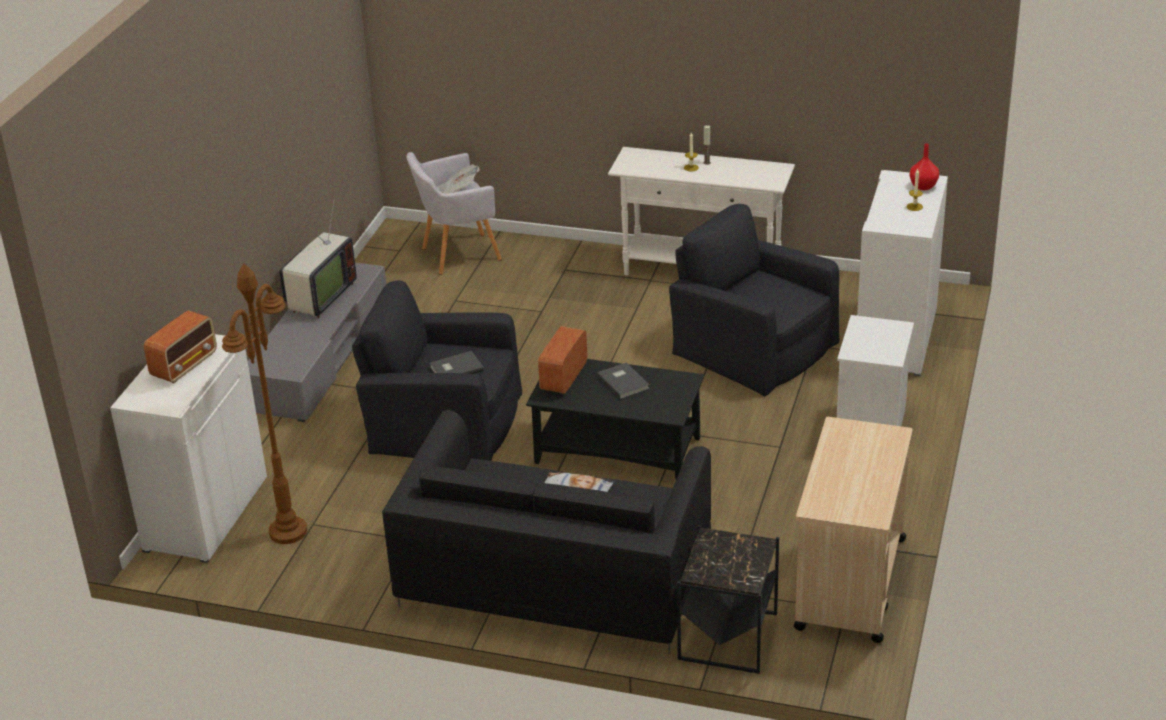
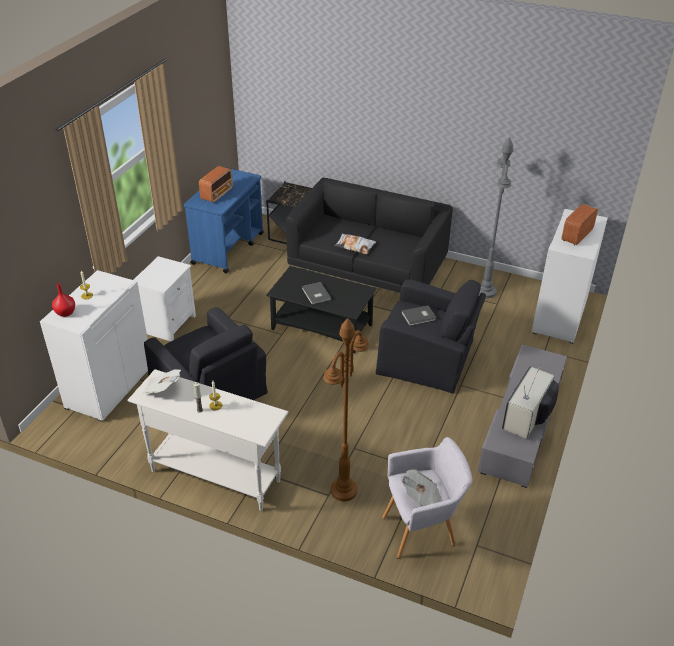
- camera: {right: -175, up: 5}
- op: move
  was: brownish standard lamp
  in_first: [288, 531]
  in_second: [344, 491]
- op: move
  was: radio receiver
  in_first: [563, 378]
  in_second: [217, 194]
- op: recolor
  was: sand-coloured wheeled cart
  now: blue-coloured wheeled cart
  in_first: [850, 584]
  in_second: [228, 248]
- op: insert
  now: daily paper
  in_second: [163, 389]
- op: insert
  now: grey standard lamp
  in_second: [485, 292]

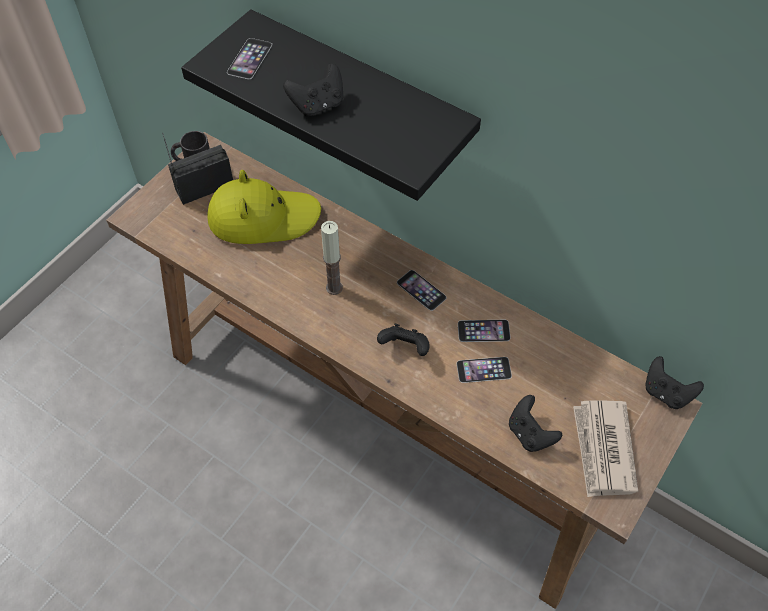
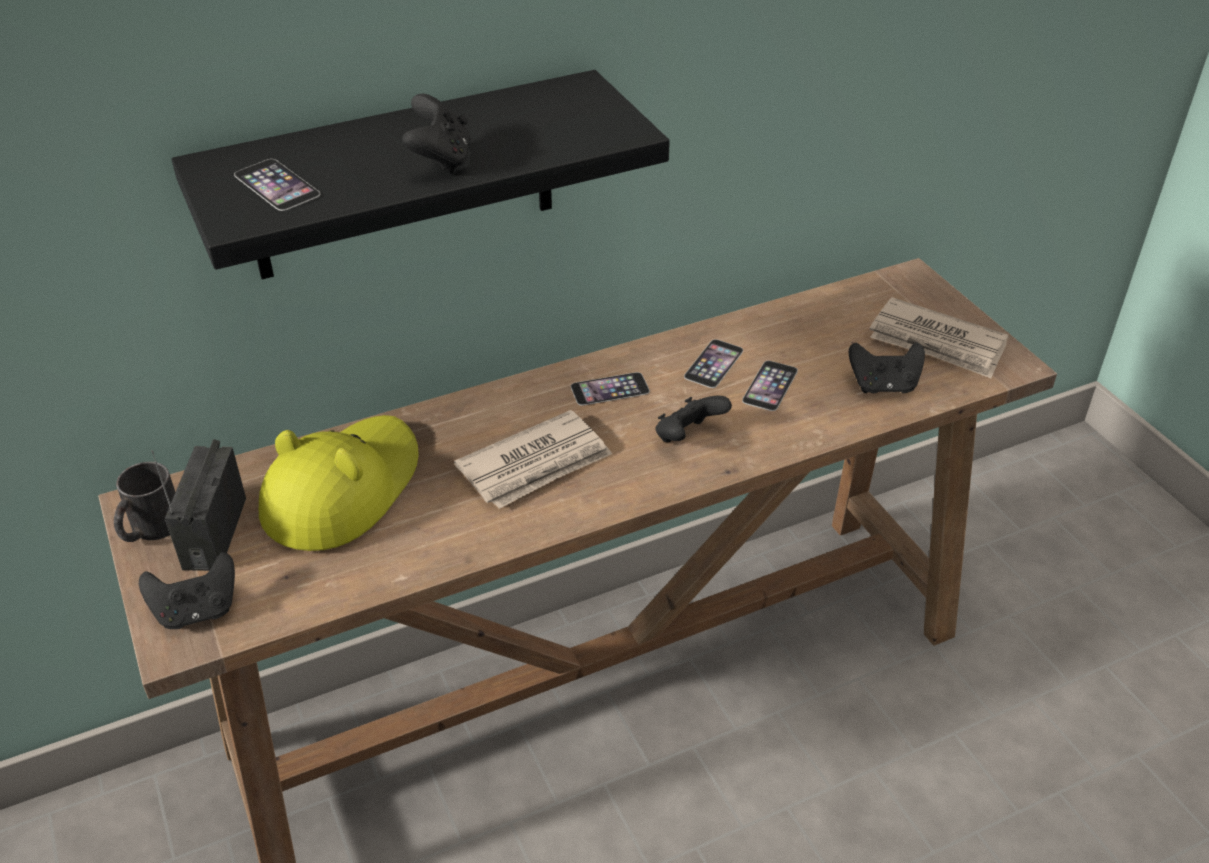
- camera: {right: -60, up: -15}
- op: replace
  was: wax candle
  now: daily paper
  in_first: [334, 287]
  in_second: [536, 464]
- op: move
  was: black gamepad
  in_first: [666, 393]
  in_second: [197, 611]

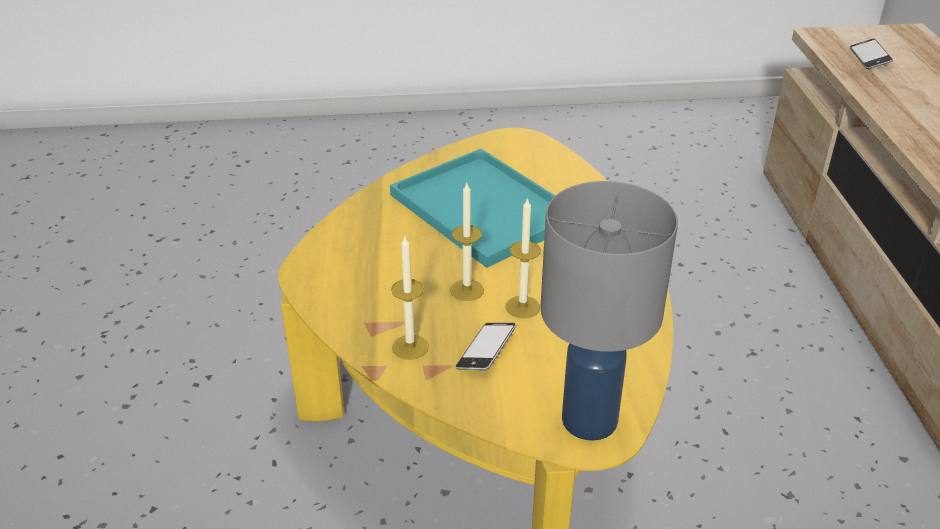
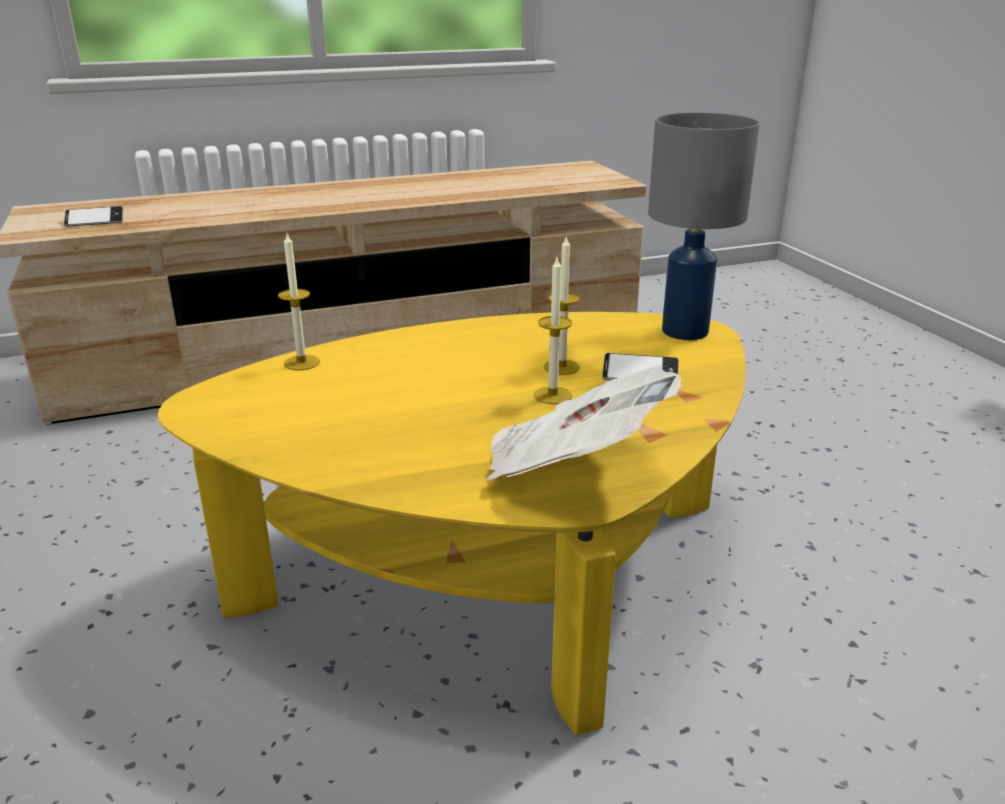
- camera: {right: -105, up: -10}
- op: delete
  was: turquoise carrying tray
  in_first: [480, 207]
- op: move
  was: wax candle
  in_first: [410, 347]
  in_second: [302, 362]
- op: insert
  now: daily paper
  in_second: [571, 466]

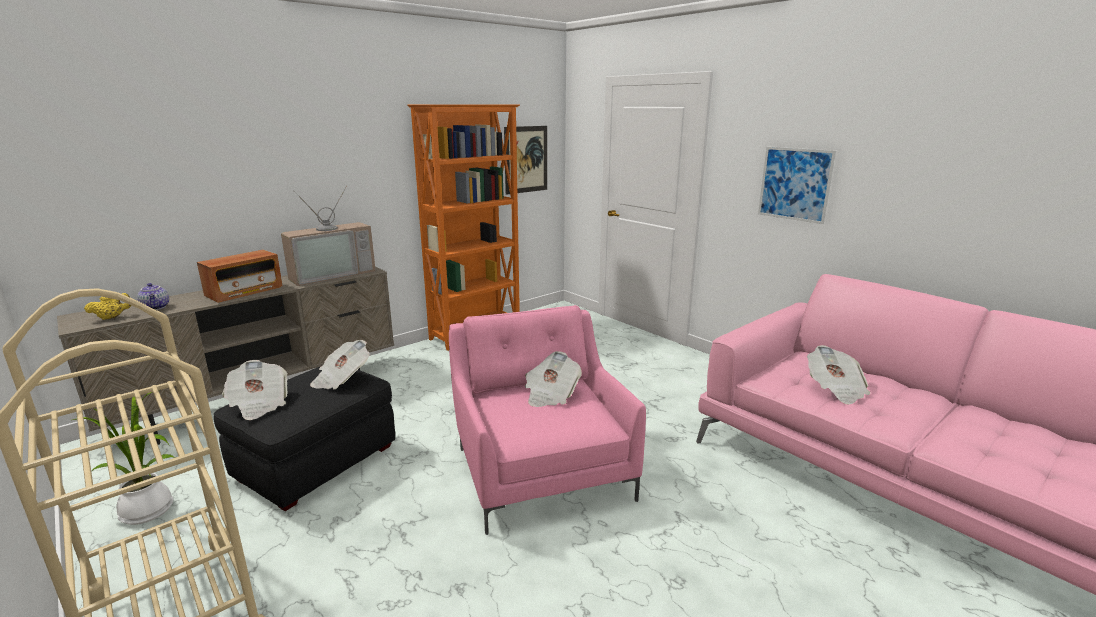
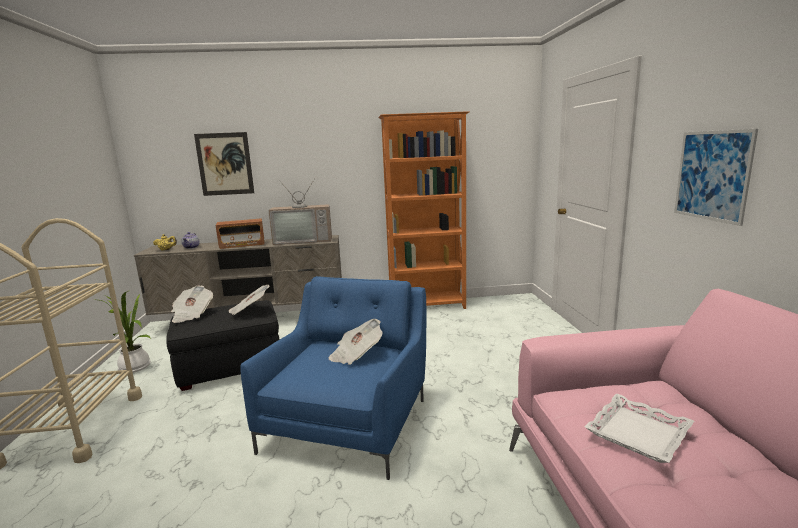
- camera: {right: 35, up: -5}
- op: recolor
  was: pink lounge chair
  now: blue-coloured lounge chair
  in_first: [541, 468]
  in_second: [349, 421]
- op: move
  was: wall picture
  in_first: [526, 159]
  in_second: [225, 164]
- op: replace
  was: daily paper
  now: white carrying tray
  in_first: [835, 389]
  in_second: [639, 433]

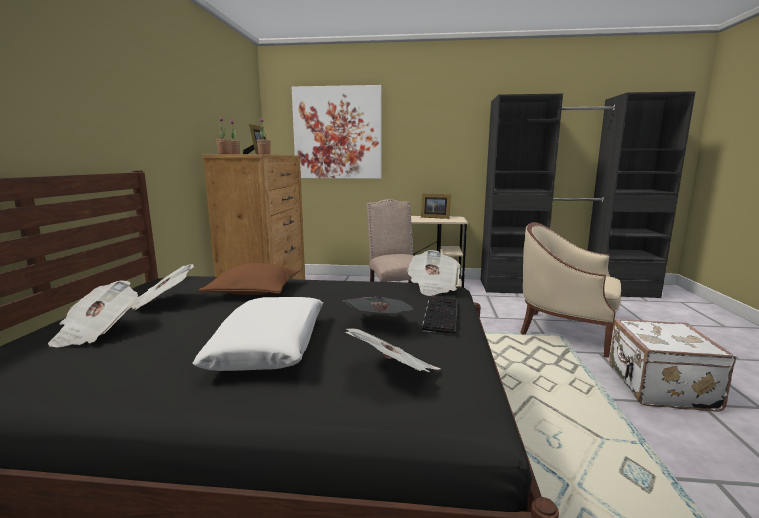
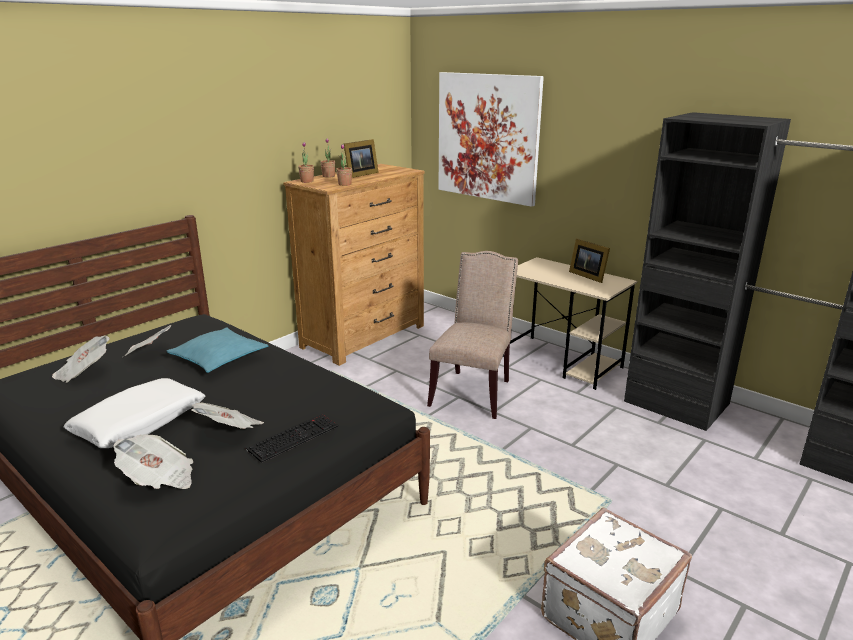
- camera: {right: 35, up: 10}
- op: recolor
  was: brownish throw pillow
  now: turquoise throw pillow
  in_first: [254, 291]
  in_second: [219, 358]
- op: delete
  was: daily paper
  in_first: [433, 287]
- op: delete
  was: sand-coloured lounge chair
  in_first: [566, 330]

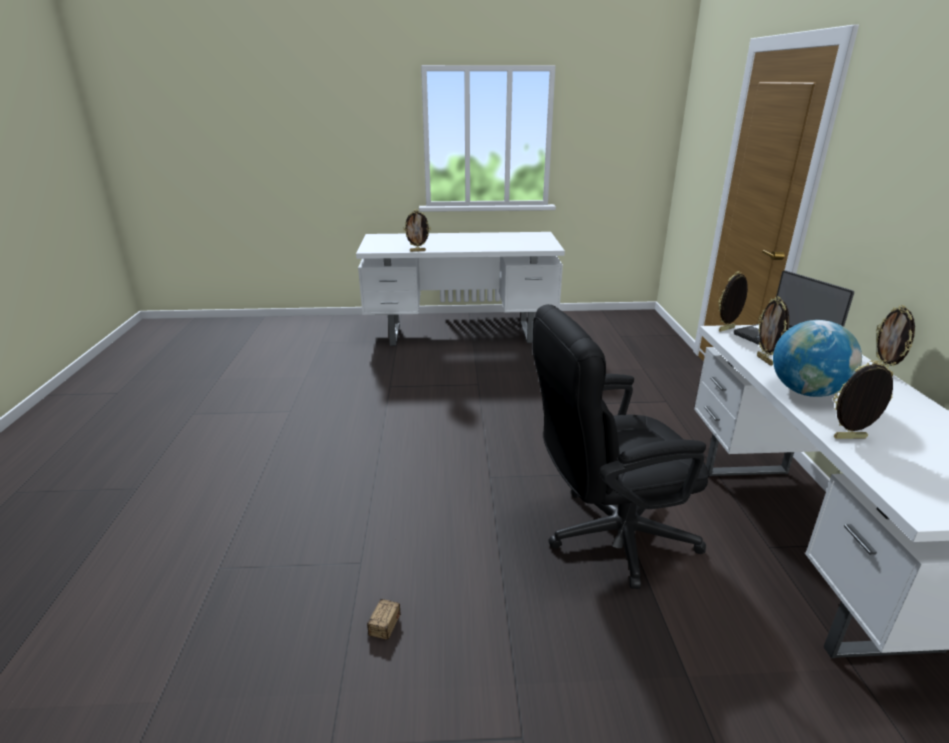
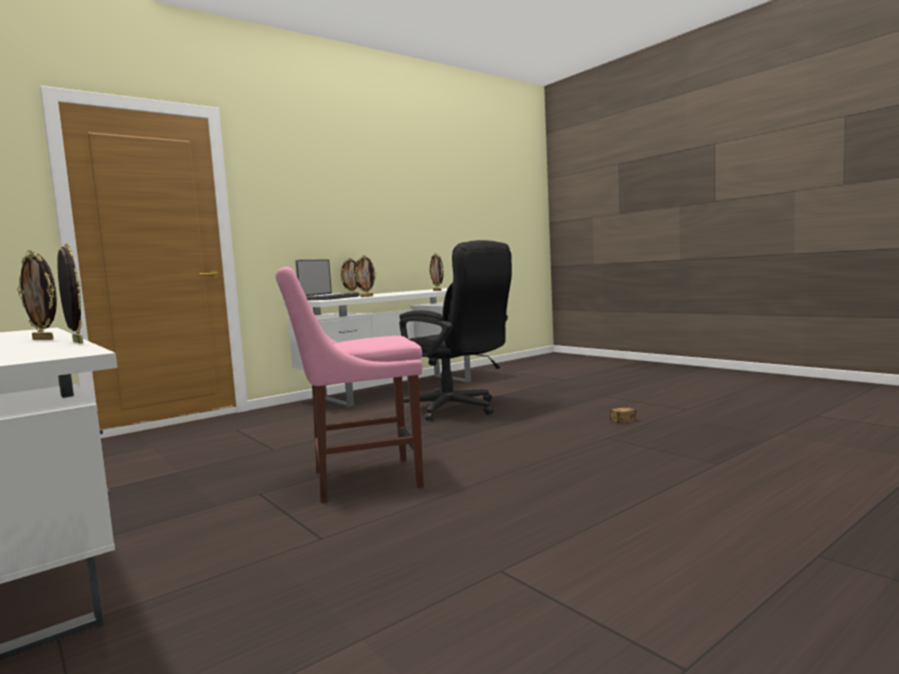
- camera: {right: -125, up: -20}
- op: move
  was: photo frame
  in_first: [727, 329]
  in_second: [44, 339]
- op: delete
  was: desk globe
  in_first: [806, 392]
- op: insert
  now: pink upright chair
  in_second: [359, 479]

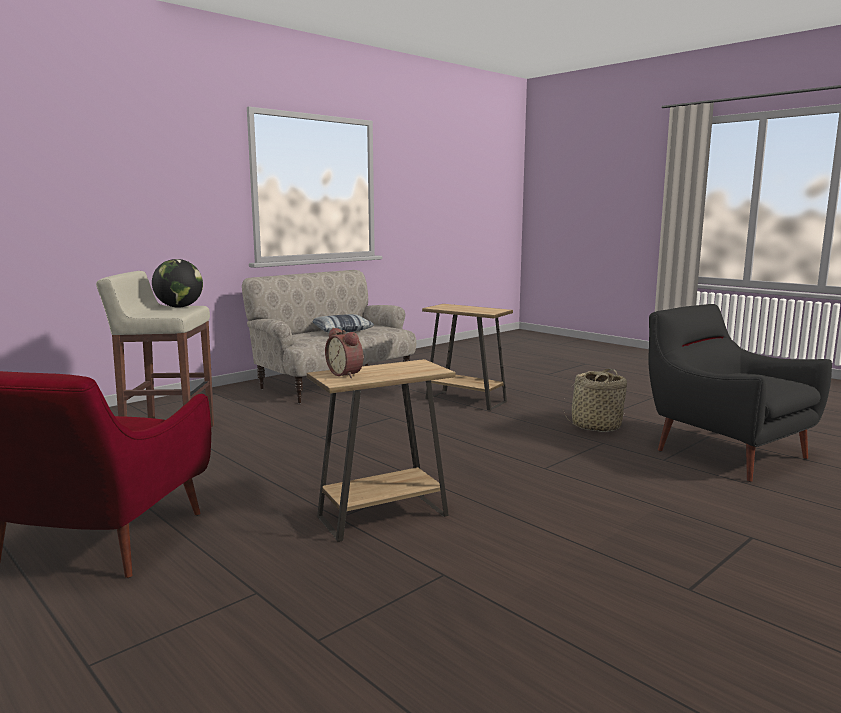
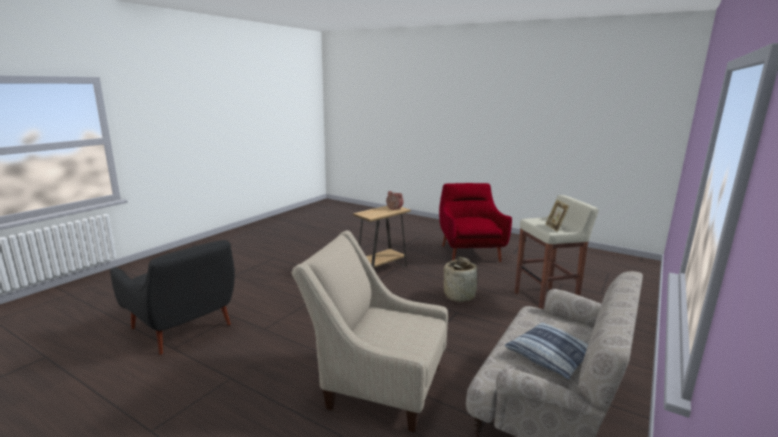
- camera: {right: 165, up: 5}
- op: replace
  was: desk globe
  now: photo frame
  in_first: [179, 307]
  in_second: [555, 228]
- op: replace
  was: brownish side table
  now: sand-coloured lounge chair
  in_first: [465, 400]
  in_second: [376, 384]
- op: move
  was: storage basket
  in_first: [595, 426]
  in_second: [459, 296]

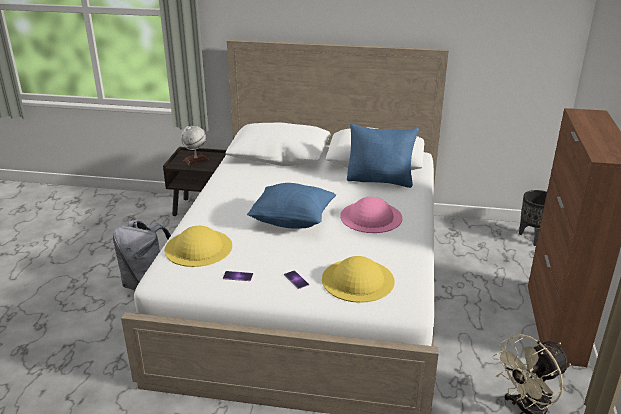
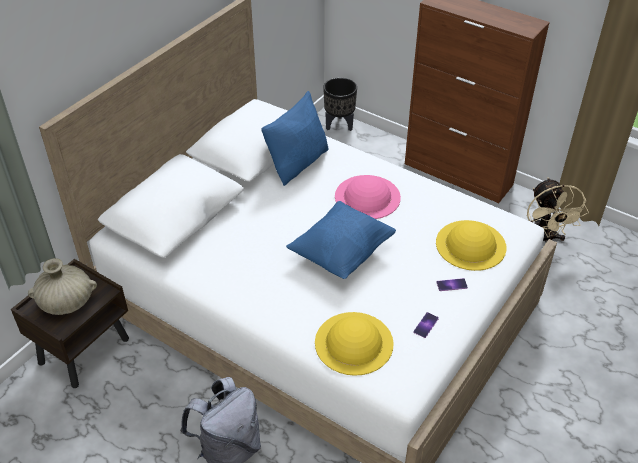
- camera: {right: -65, up: 15}
- op: replace
  was: desk globe
  now: sand-coloured flower vase
  in_first: [196, 160]
  in_second: [66, 302]

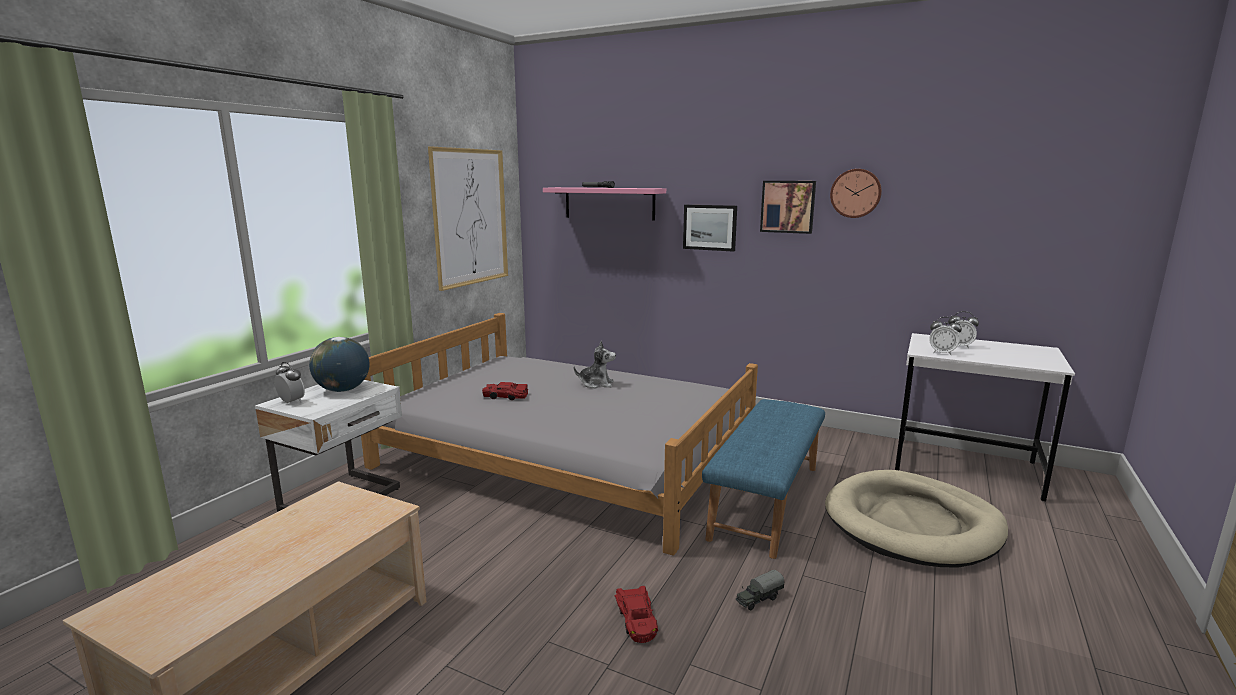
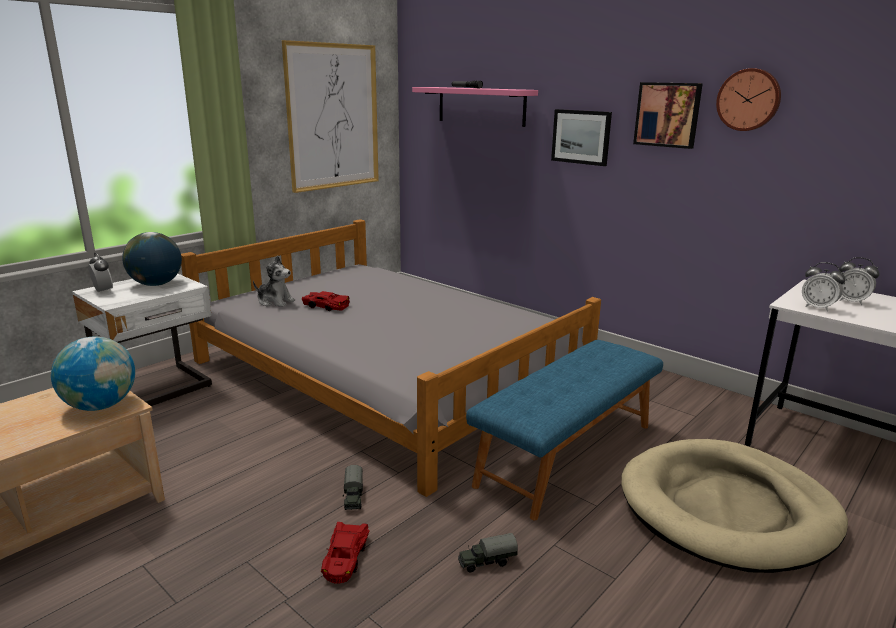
- camera: {right: 15, up: 5}
- op: move
  was: plush toy
  in_first: [596, 384]
  in_second: [275, 302]
- op: insert
  now: desk globe
  in_second: [101, 406]
- op: insert
  now: model truck
  in_second: [353, 498]

